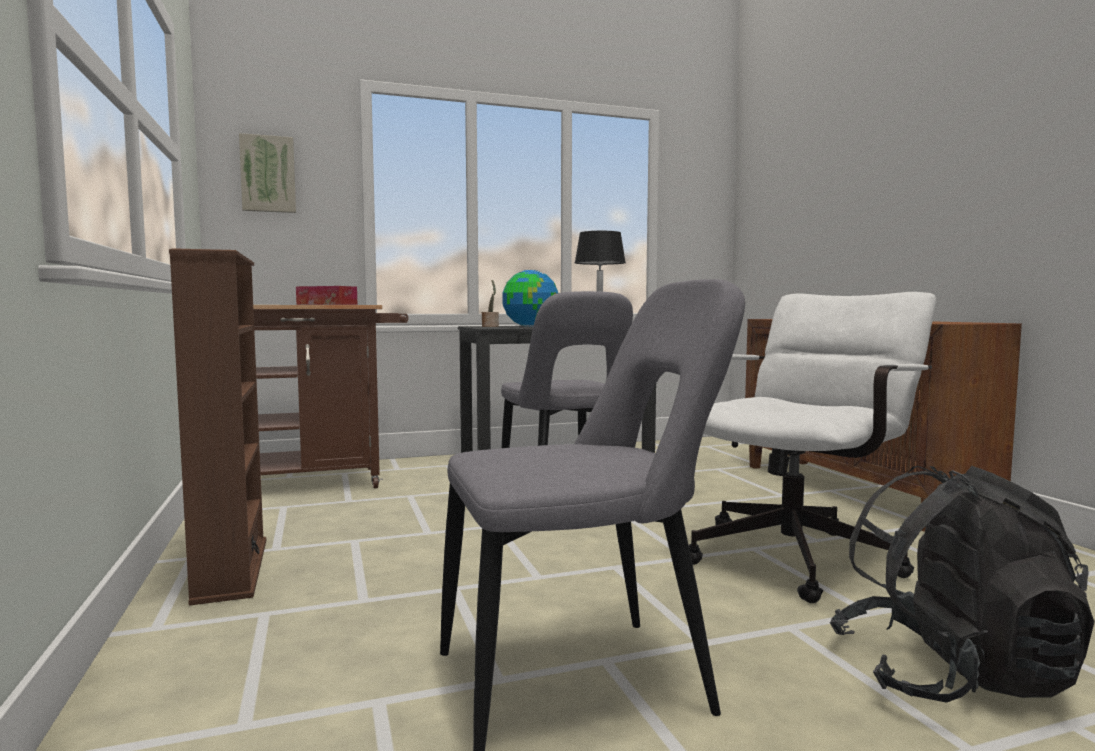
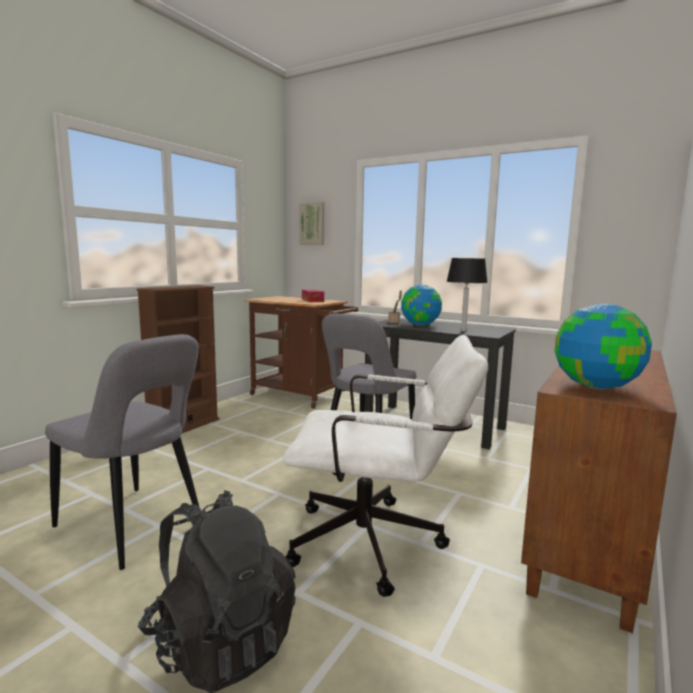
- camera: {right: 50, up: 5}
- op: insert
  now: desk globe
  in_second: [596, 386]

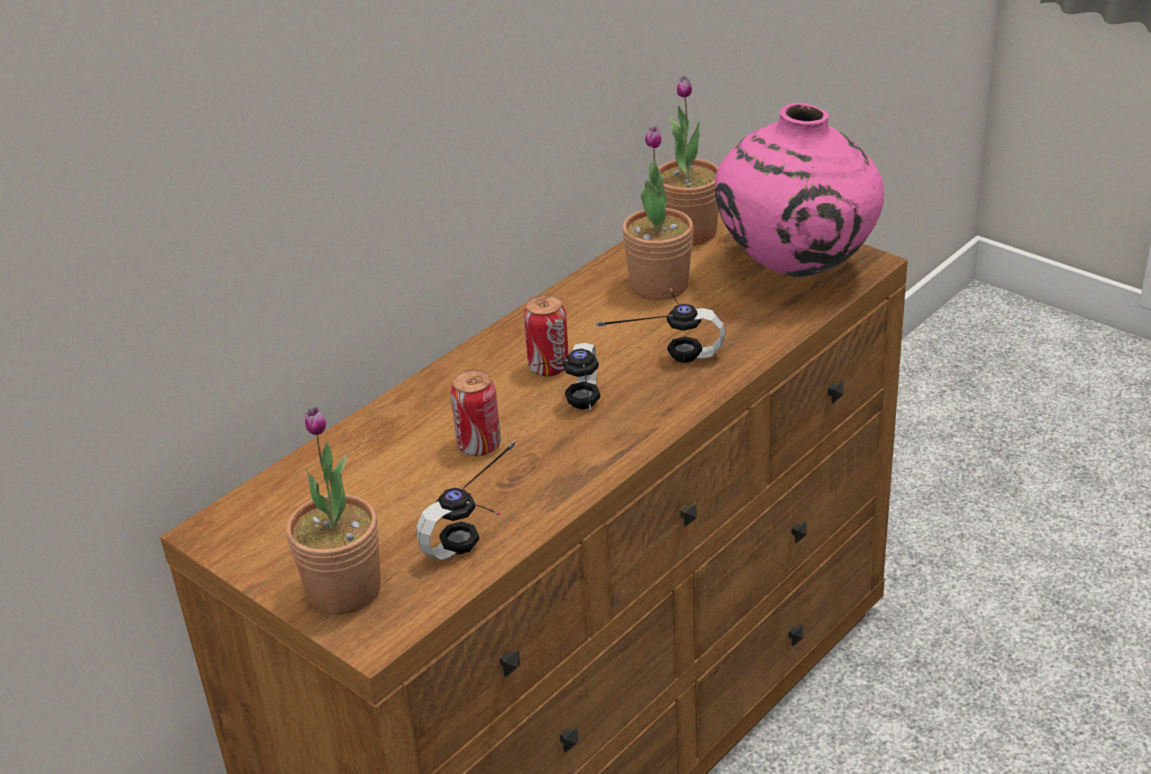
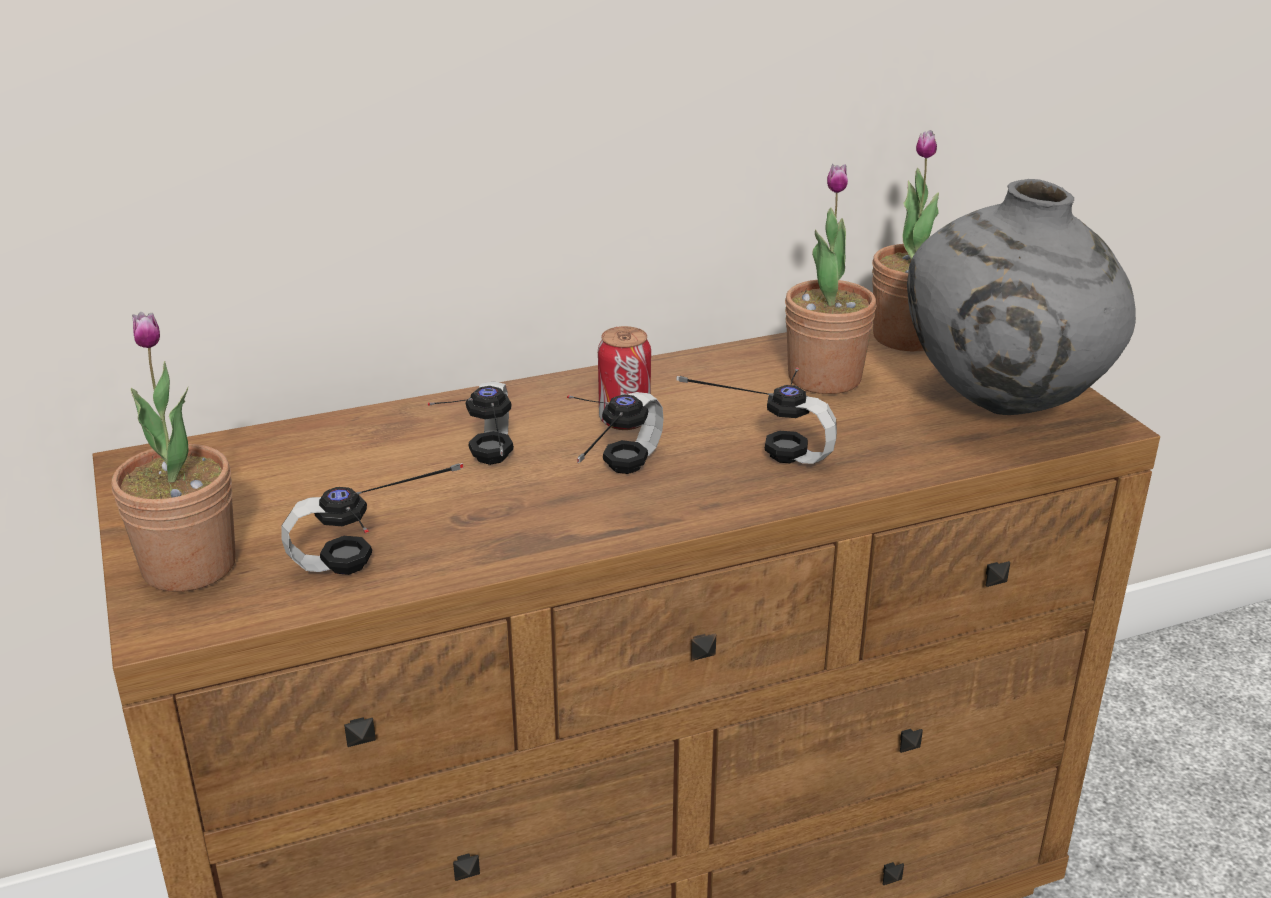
- camera: {right: 25, up: -5}
- op: replace
  was: metal can
  now: headset
  in_first: [479, 445]
  in_second: [473, 472]
- op: recolor
  was: pink flower vase
  now: grey flower vase
  in_first: [796, 270]
  in_second: [1003, 408]

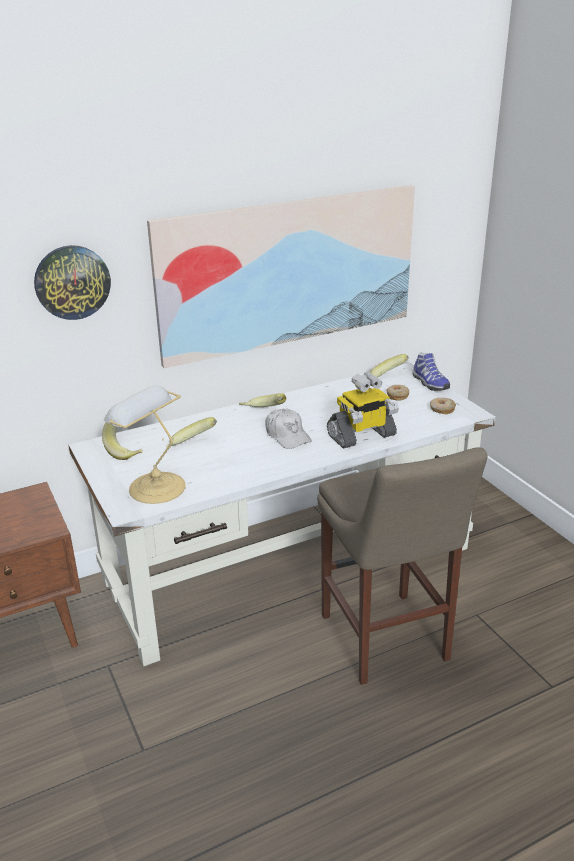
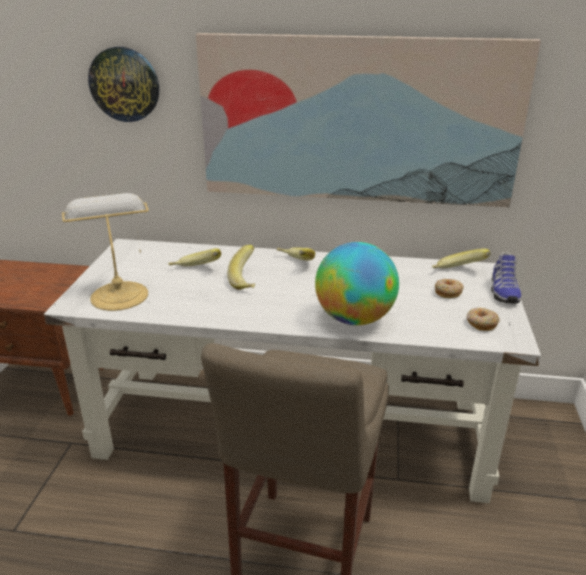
- camera: {right: 35, up: 0}
- op: move
  was: banana fruit
  in_first: [125, 450]
  in_second: [248, 281]
- op: delete
  was: white cap
  in_first: [287, 436]
- op: replace
  was: robot figure
  now: desk globe
  in_first: [361, 436]
  in_second: [354, 318]

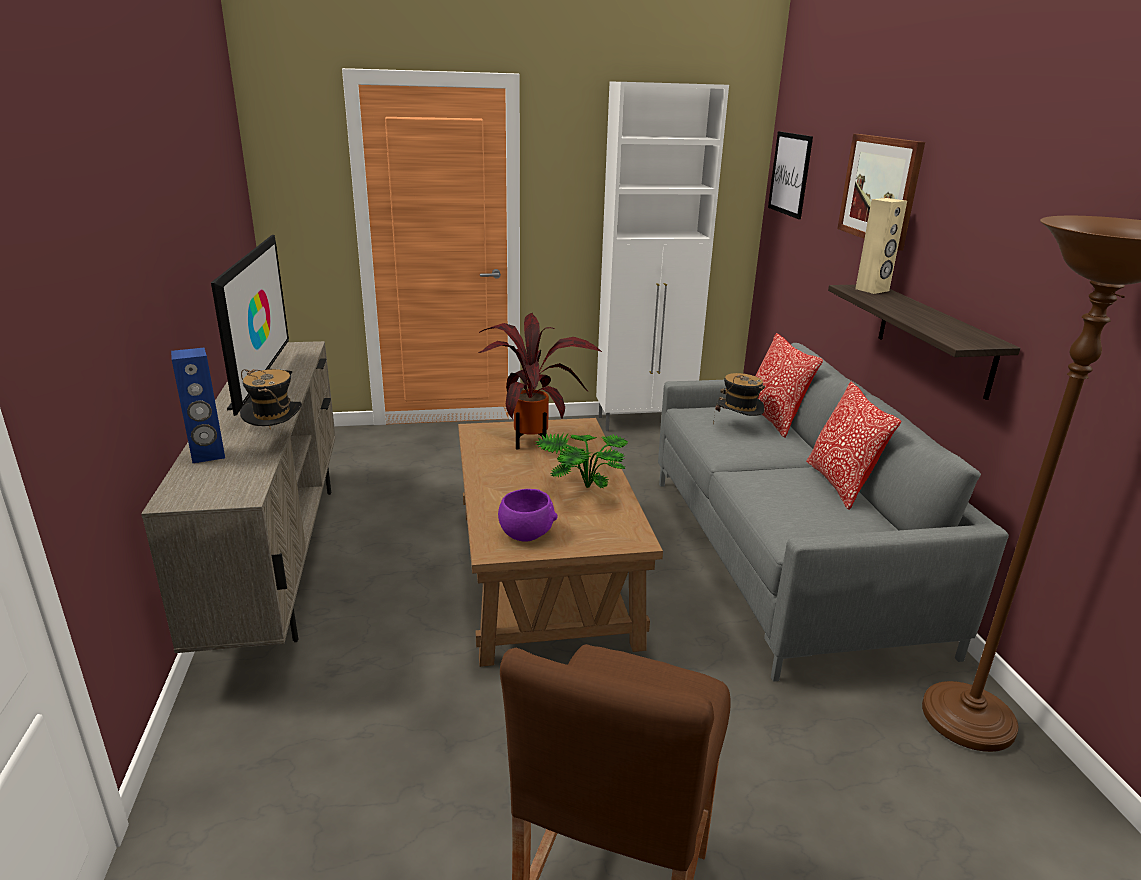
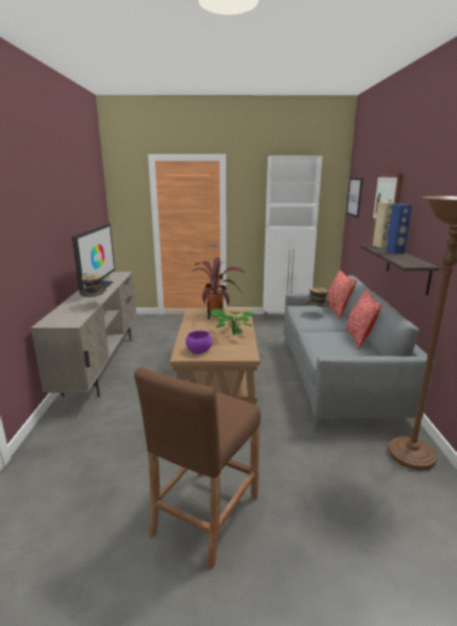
- camera: {right: 10, up: -5}
- op: move
  was: blue-coloured loudspeaker
  in_first: [208, 455]
  in_second: [395, 252]

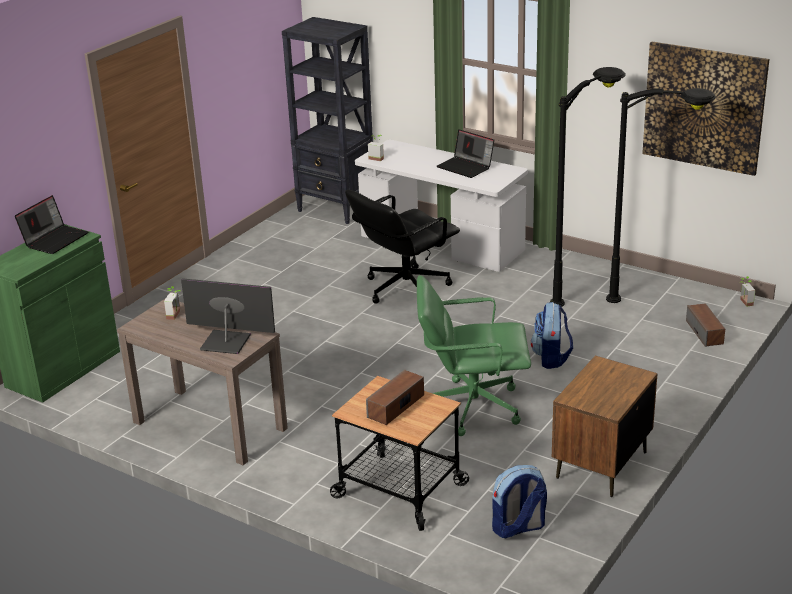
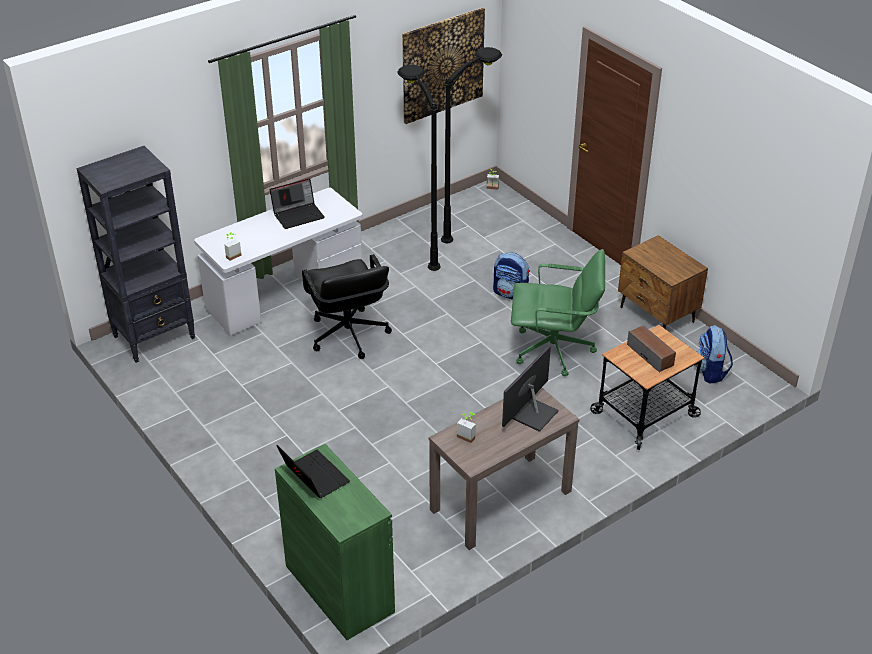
- camera: {right: -70, up: 10}
- op: rotate
  was: green-coloured computer chair
  in_first: [472, 406]
  in_second: [554, 350]
  clockwise: -105
- op: delete
  was: loudspeaker
  in_first: [704, 332]

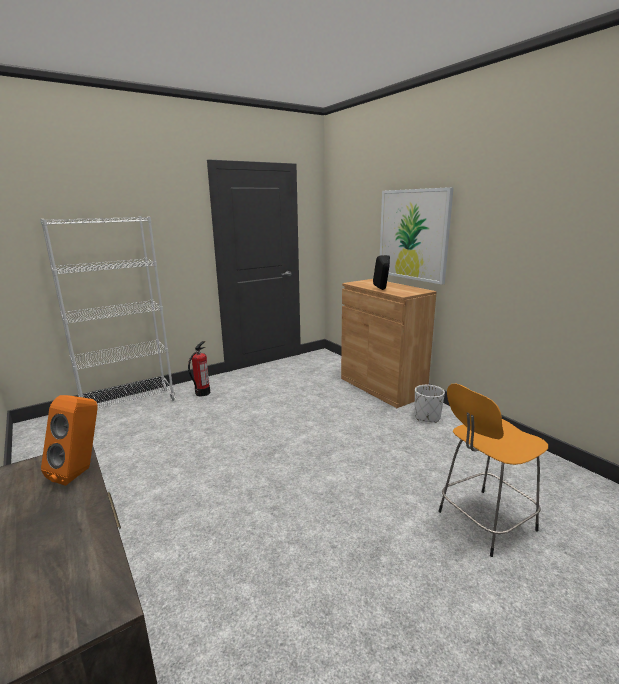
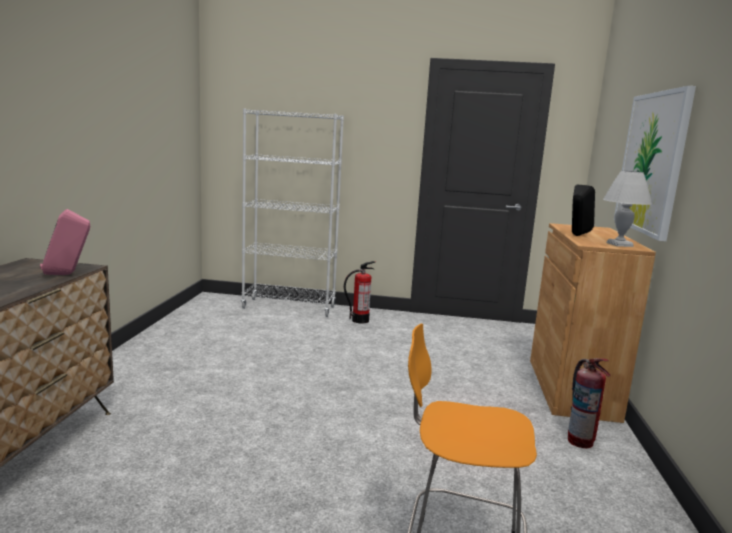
- camera: {right: 40, up: -5}
- op: recolor
  was: orangey loudspeaker
  now: pink loudspeaker
  in_first: [81, 472]
  in_second: [67, 274]
- op: replace
  was: white flower pot
  now: extinguisher
  in_first: [427, 417]
  in_second: [580, 441]
- op: insert
  now: white tabletop lamp
  in_second: [620, 244]

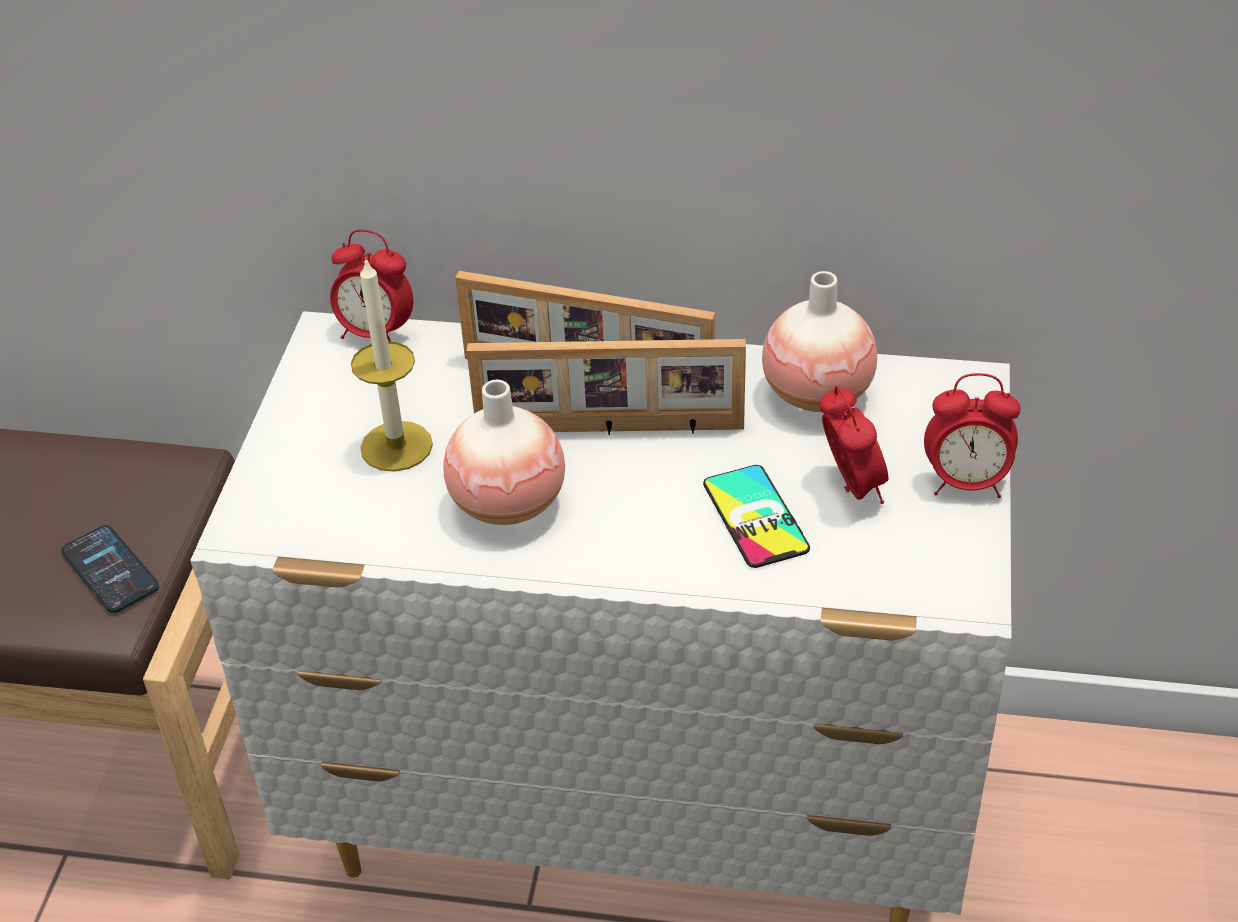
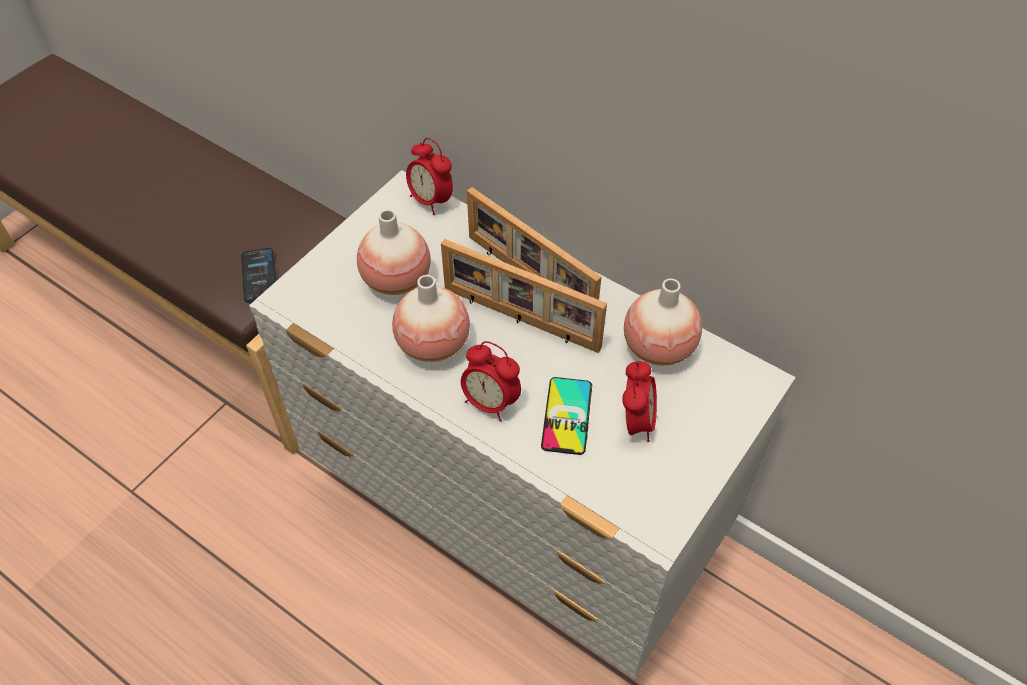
- camera: {right: 25, up: 10}
- op: replace
  was: wax candle
  now: flower vase
  in_first: [396, 446]
  in_second: [396, 279]
- op: move
  was: alarm clock
  in_first: [966, 483]
  in_second: [490, 402]

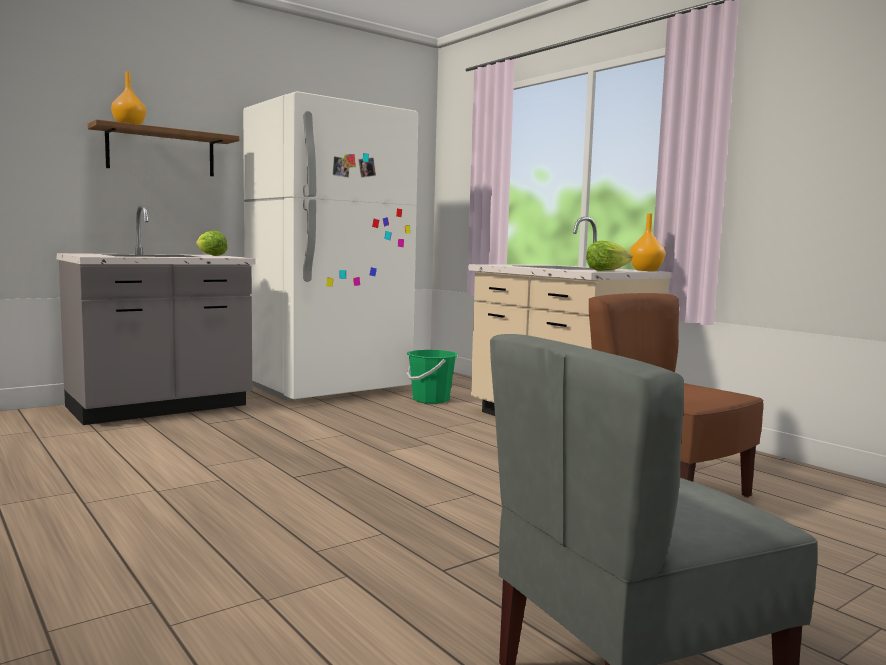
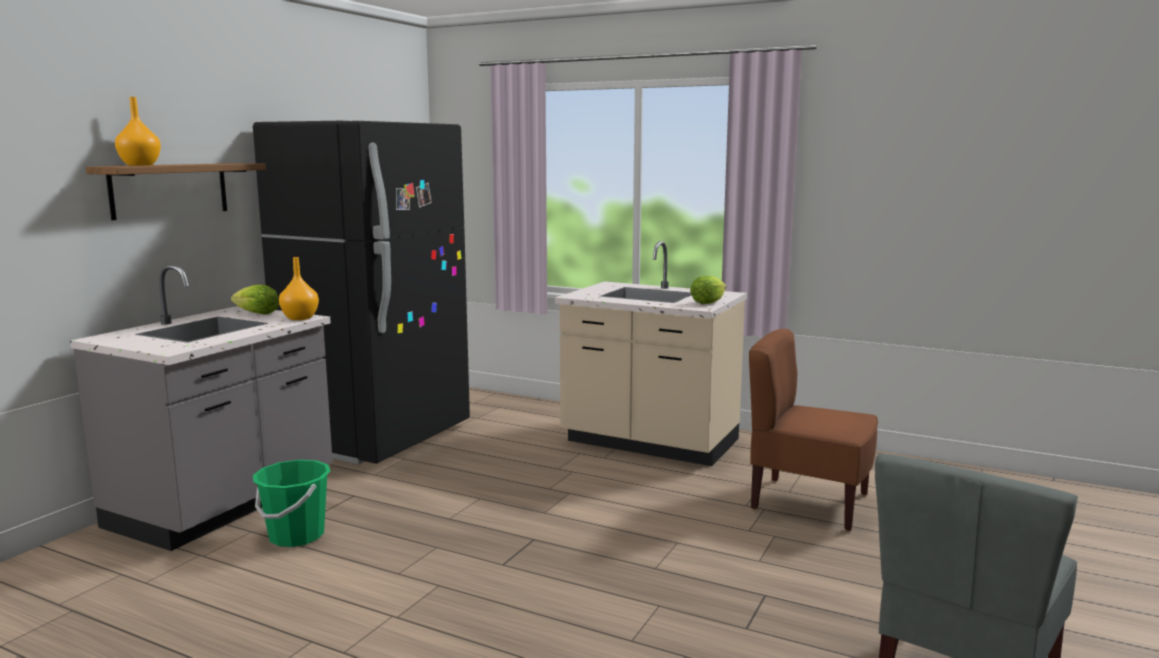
- camera: {right: -25, up: 5}
- op: recolor
  was: white fridge
  now: black fridge
  in_first: [329, 389]
  in_second: [379, 437]
- op: move
  was: green-coloured bucket
  in_first: [431, 400]
  in_second: [296, 536]
- op: move
  was: orangey flower vase
  in_first: [646, 270]
  in_second: [301, 318]

